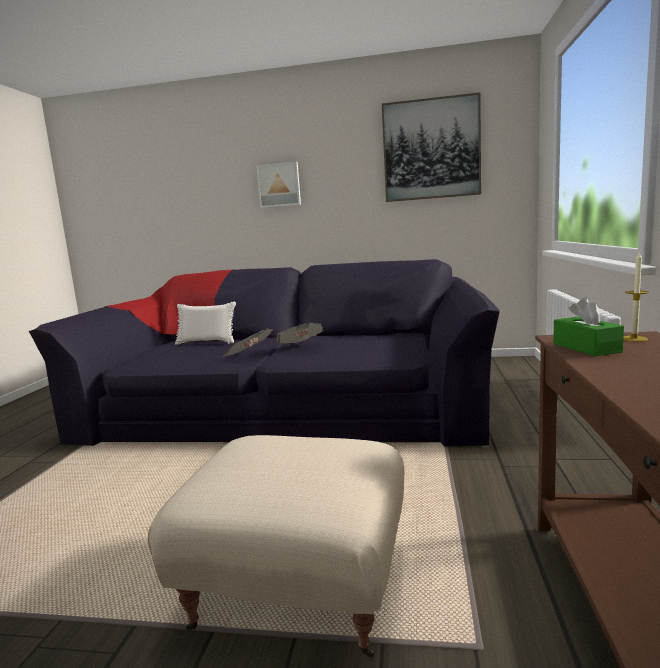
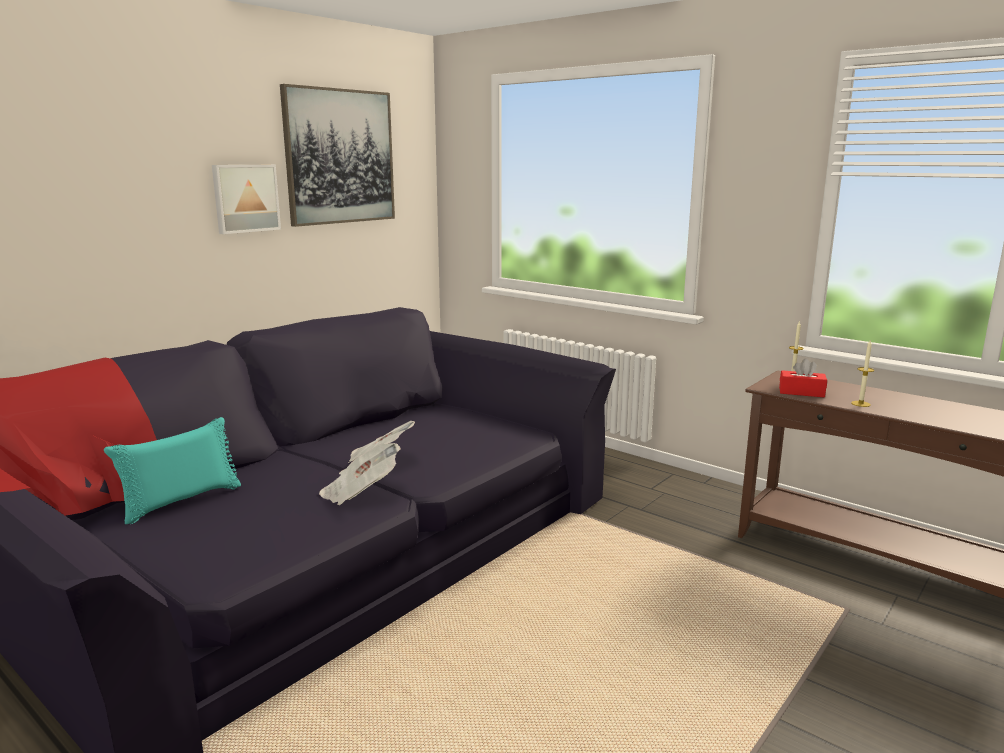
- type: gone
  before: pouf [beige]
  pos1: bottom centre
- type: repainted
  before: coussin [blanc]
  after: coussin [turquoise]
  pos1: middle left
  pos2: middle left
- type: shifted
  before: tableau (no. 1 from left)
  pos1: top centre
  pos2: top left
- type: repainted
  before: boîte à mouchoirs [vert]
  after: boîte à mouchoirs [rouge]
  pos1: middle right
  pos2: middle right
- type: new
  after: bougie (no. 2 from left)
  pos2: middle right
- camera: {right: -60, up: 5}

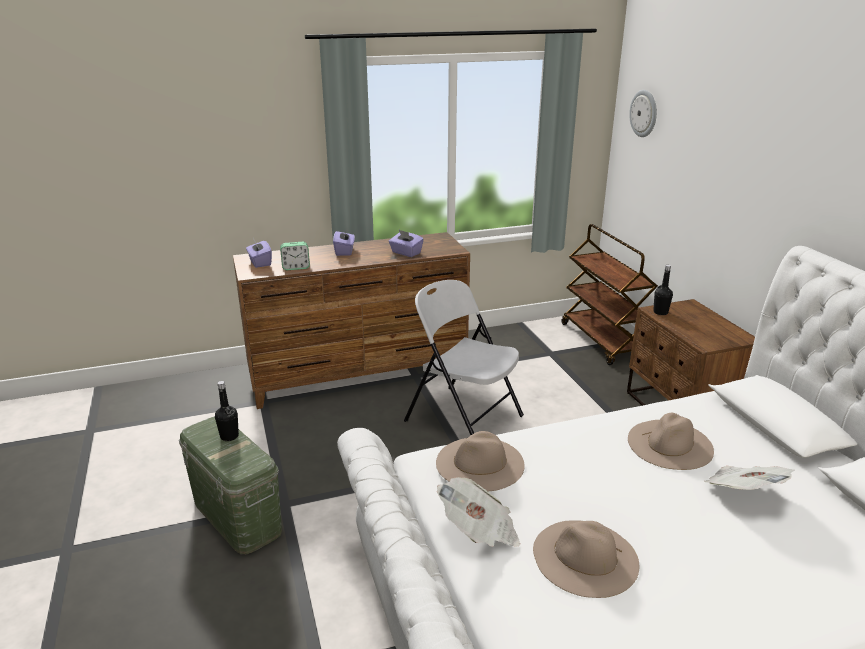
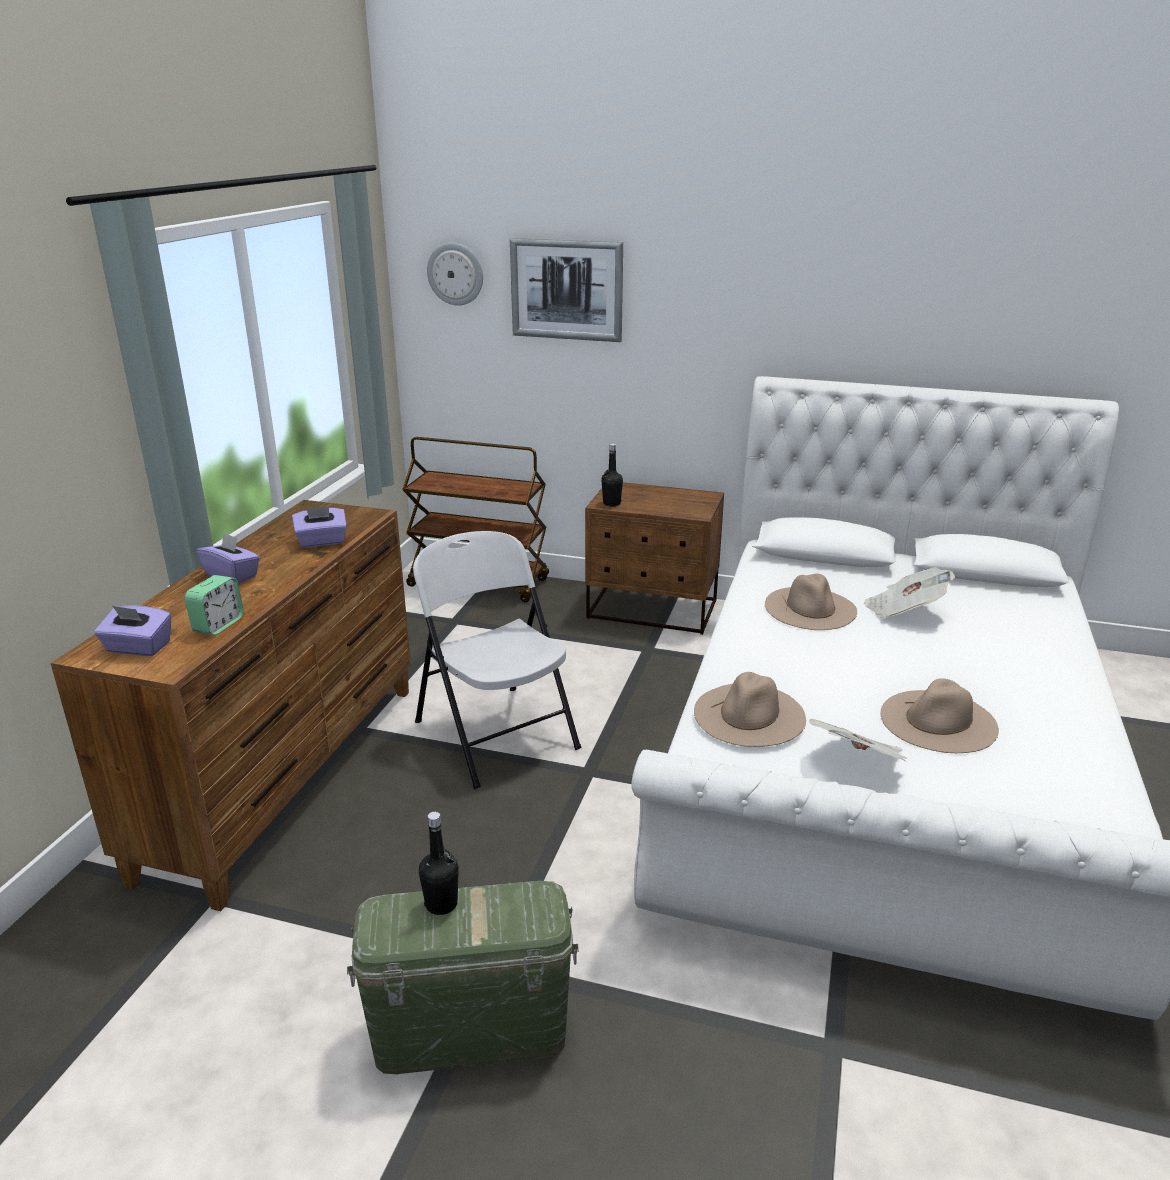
- type: rotated
  before: chaise [blanc]
  pos1: centre
  pos2: centre
  turn: 75
- type: new
  after: tableau
  pos2: top centre
- camera: {right: -55, up: 0}

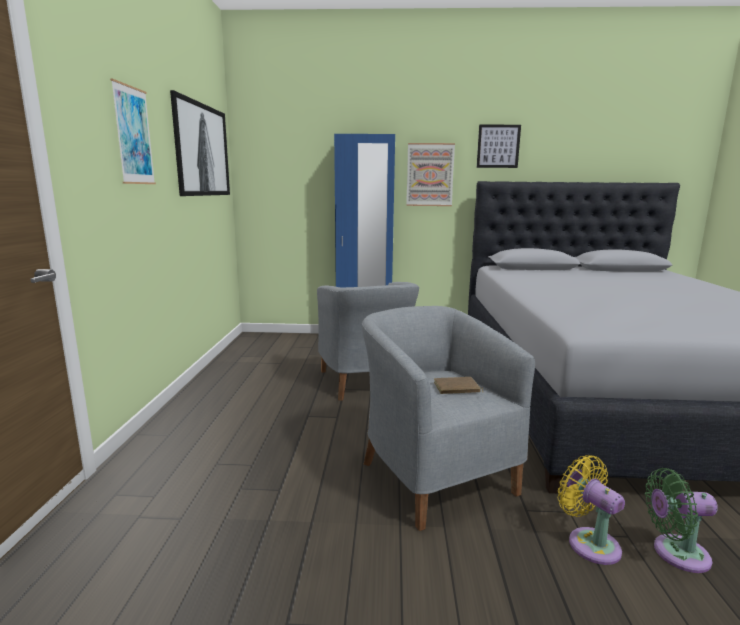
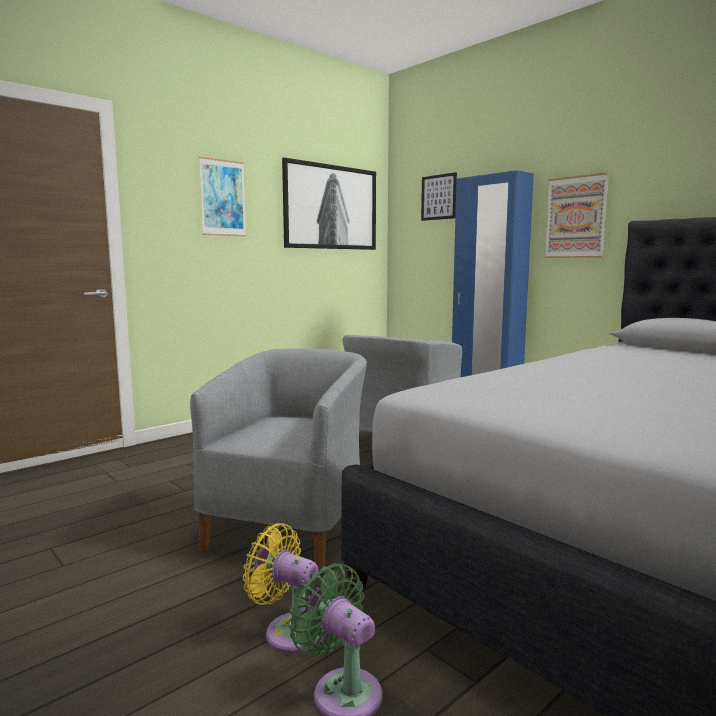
- type: gone
  before: livre [marron]
  pos1: centre
- type: shifted
  before: tableau (no. 4 from left in the first image)
  after: tableau (no. 3 from left)
  pos1: top right
  pos2: top centre
- type: rotated
  before: ventilateur [jaune]
  pos1: bottom right
  pos2: bottom centre
  turn: -75
- camera: {right: 45, up: -5}

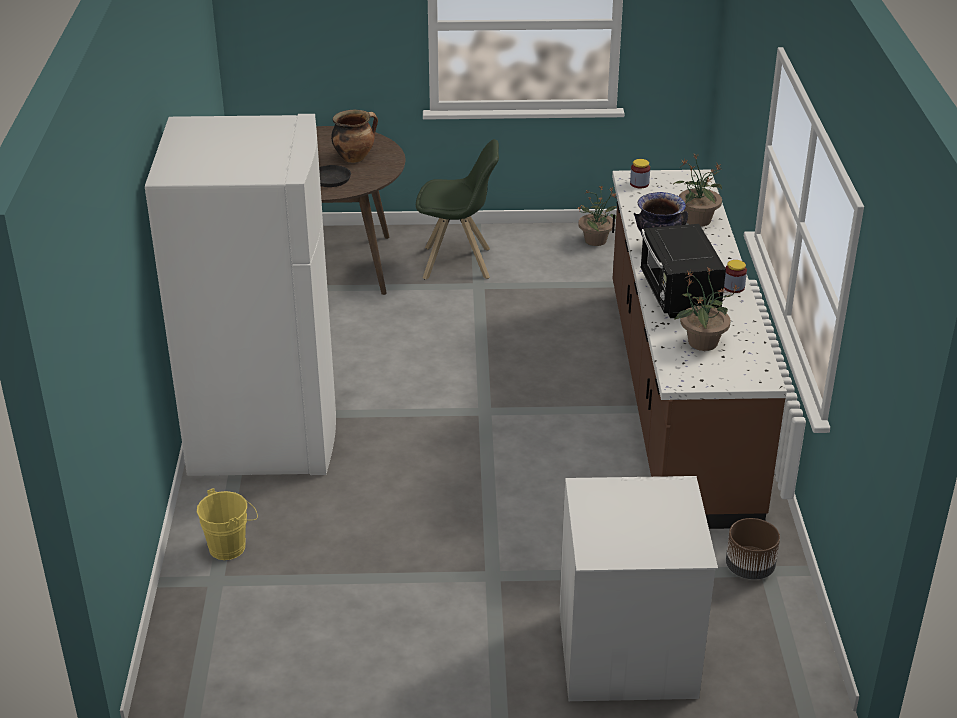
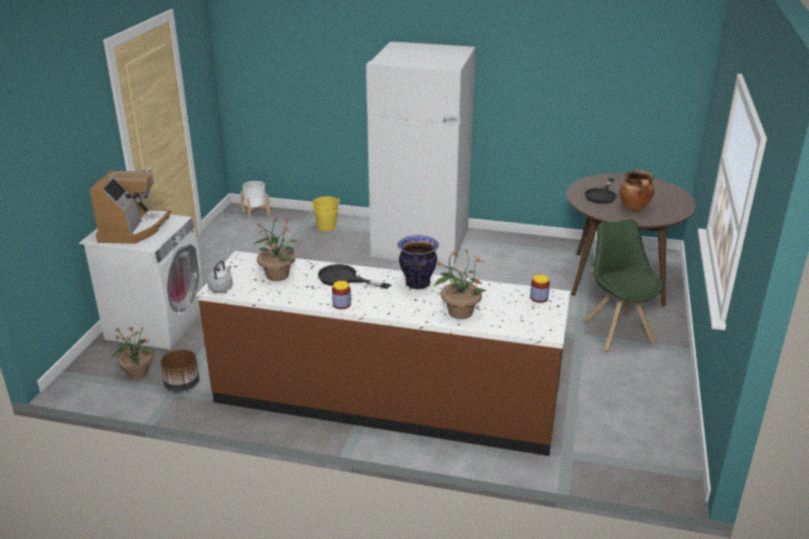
- type: rotated
  before: chaise [vert]
  pos1: top centre
  pos2: middle right
  turn: 150
- type: shifted
  before: plante en pot (no. 1 from left)
  pos1: top centre
  pos2: middle left
- type: swapped
  before: micro-ondes [noir]
  after: poêle [noir] (no. 1 from left)
  pos1: middle right
  pos2: centre
- type: new
  after: machine à café
  pos2: middle left
- type: new
  after: bouilloire [gris]
  pos2: middle left
- type: new
  after: cache-pot [blanc]
  pos2: middle left
- camera: {right: 105, up: -5}

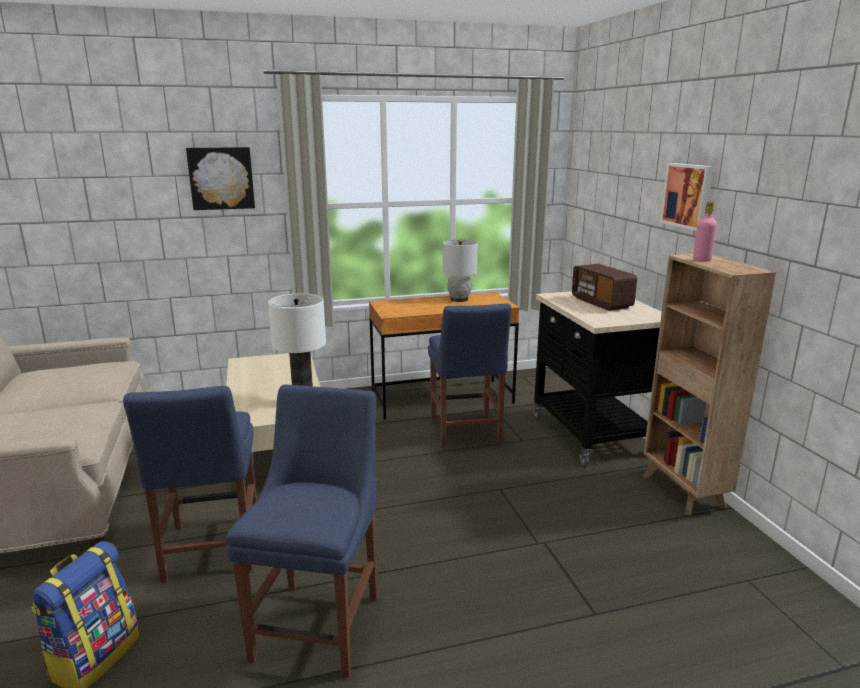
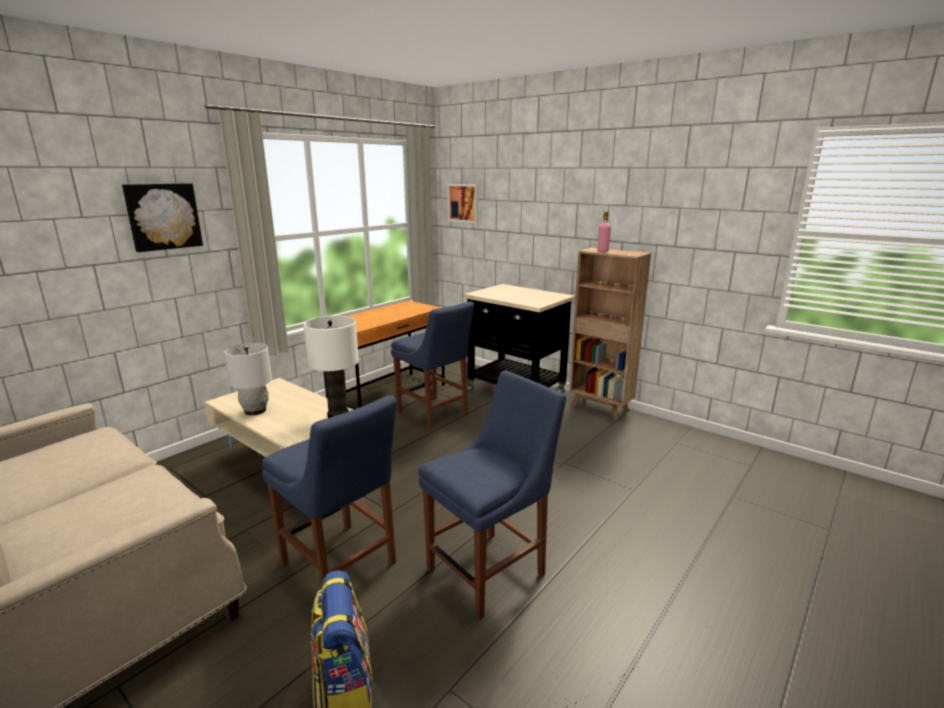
- type: rotated
  before: chaise [bleu] (no. 2 from left in the first image)
  pos1: bottom centre
  pos2: bottom centre
  turn: 75
- type: shifted
  before: lampe de table [blanc] (no. 2 from left in the first image)
  after: lampe de table [blanc] (no. 1 from left)
  pos1: centre
  pos2: middle left
- type: gone
  before: radio
  pos1: middle right
- type: shifted
  before: tableau (no. 2 from left)
  pos1: top right
  pos2: top centre
- camera: {right: -35, up: 0}

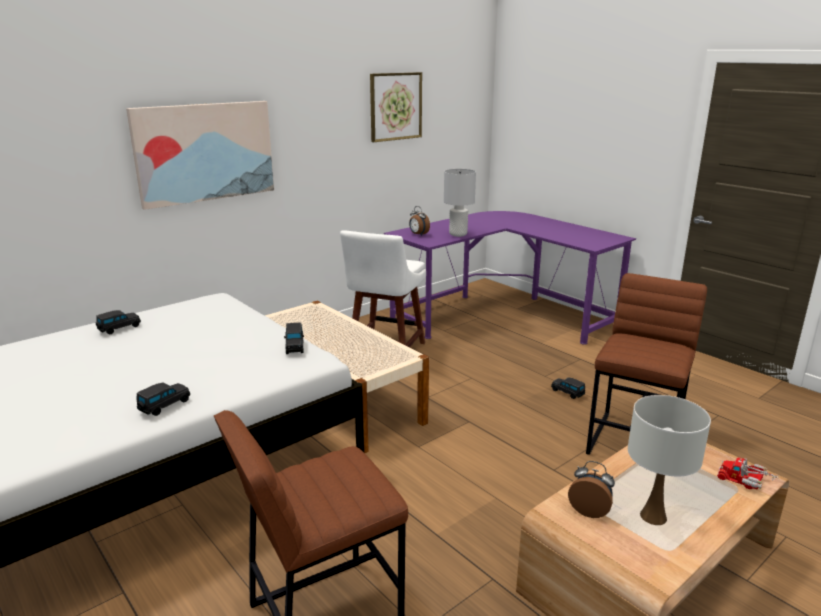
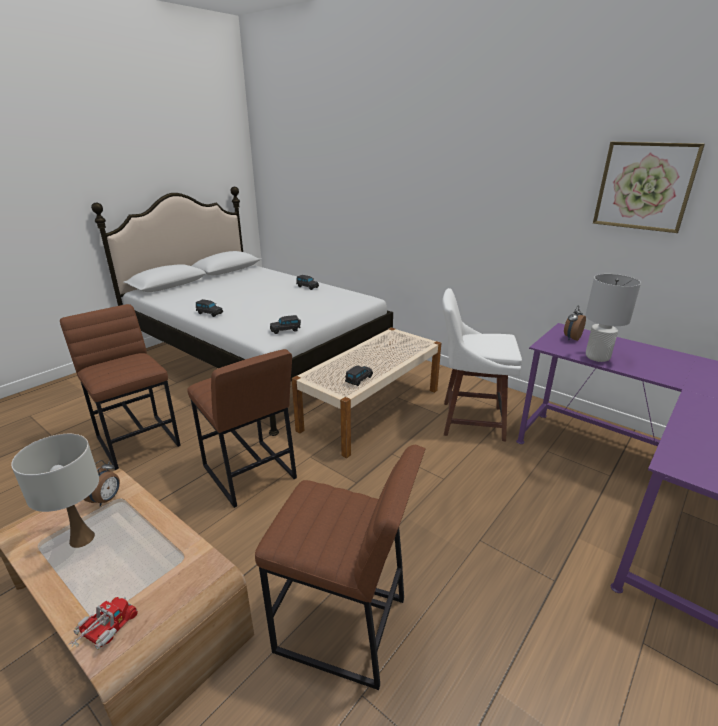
- type: gone
  before: tableau (no. 1 from left)
  pos1: top left
- type: shifted
  before: petite voiture [noir] (no. 4 from left)
  pos1: middle right
  pos2: centre
- type: new
  after: chaise [marron] (no. 2 from left)
  pos2: centre
- camera: {right: 80, up: 5}

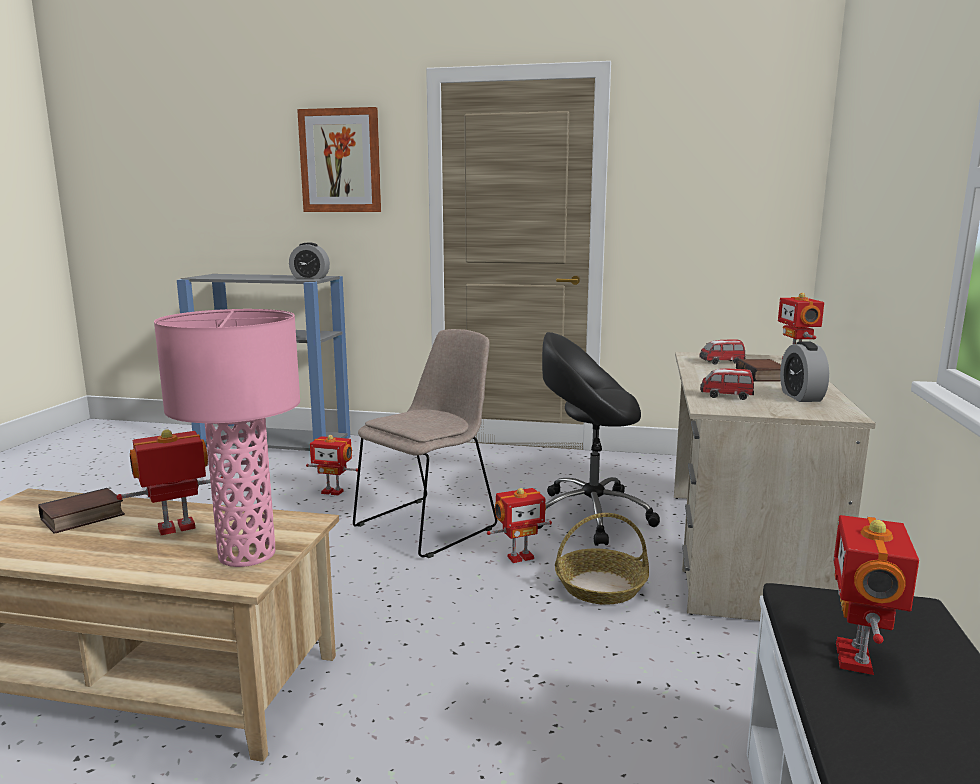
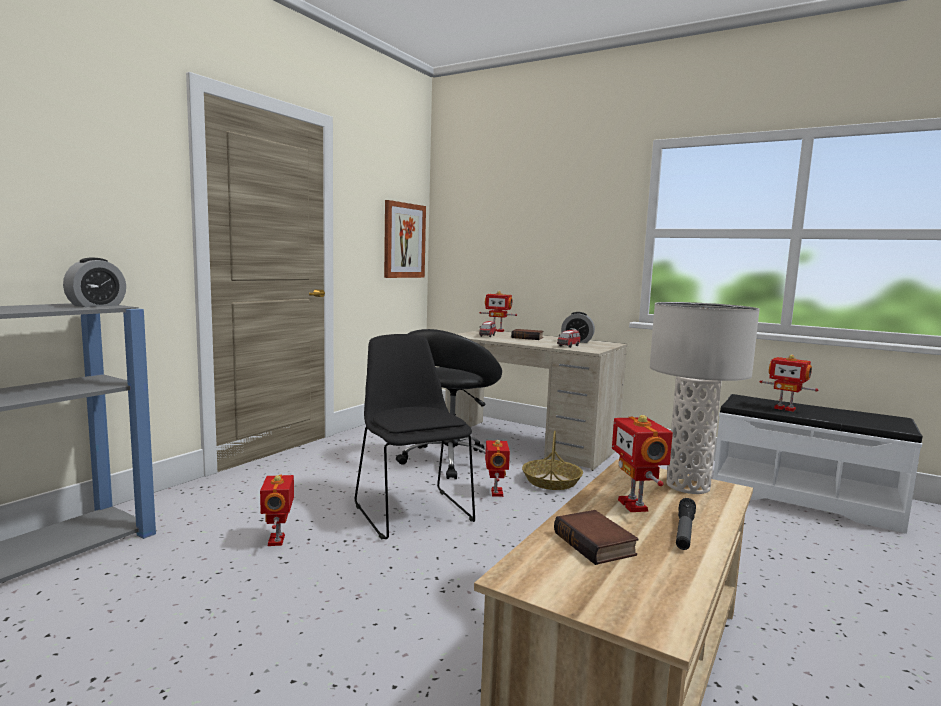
- type: repainted
  before: lampe de table [rose]
  after: lampe de table [blanc]
  pos1: middle left
  pos2: middle right
- type: shifted
  before: tableau
  pos1: top centre
  pos2: centre
- type: rotated
  before: robot jouet (no. 2 from left in the first image)
  pos1: centre
  pos2: bottom left
  turn: 135
- type: repainted
  before: chaise [beige]
  after: chaise [noir]
  pos1: centre
  pos2: centre
- type: new
  after: lampe de poche
  pos2: bottom right
- camera: {right: -70, up: -5}

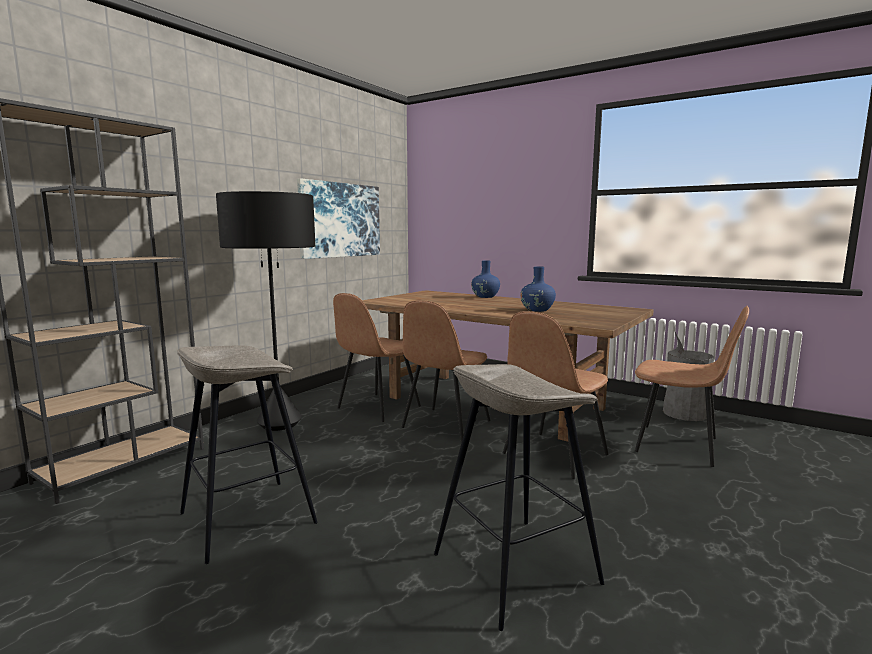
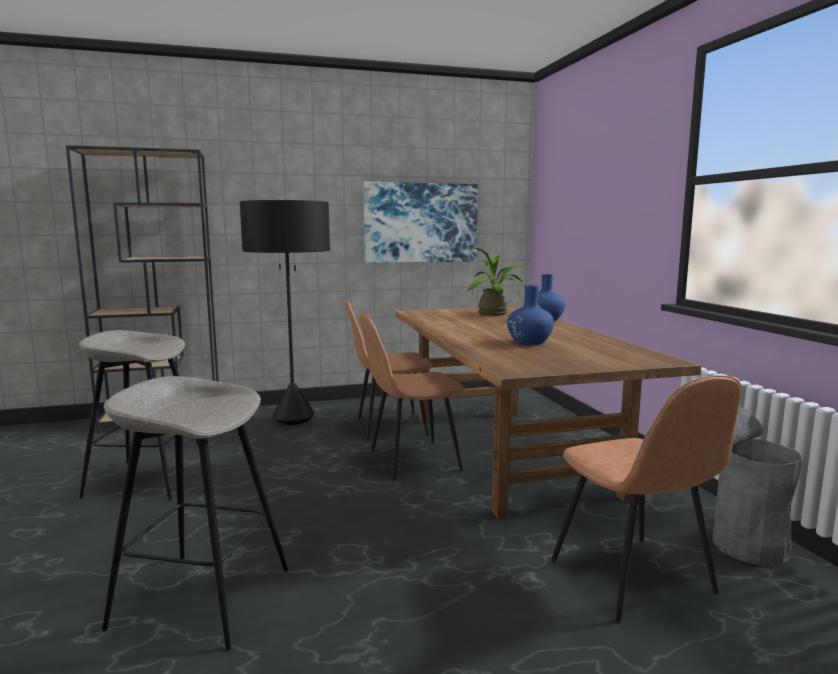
- type: gone
  before: chaise [marron] (no. 3 from left)
  pos1: centre
- type: new
  after: plante en pot
  pos2: centre
- camera: {right: 40, up: 0}

